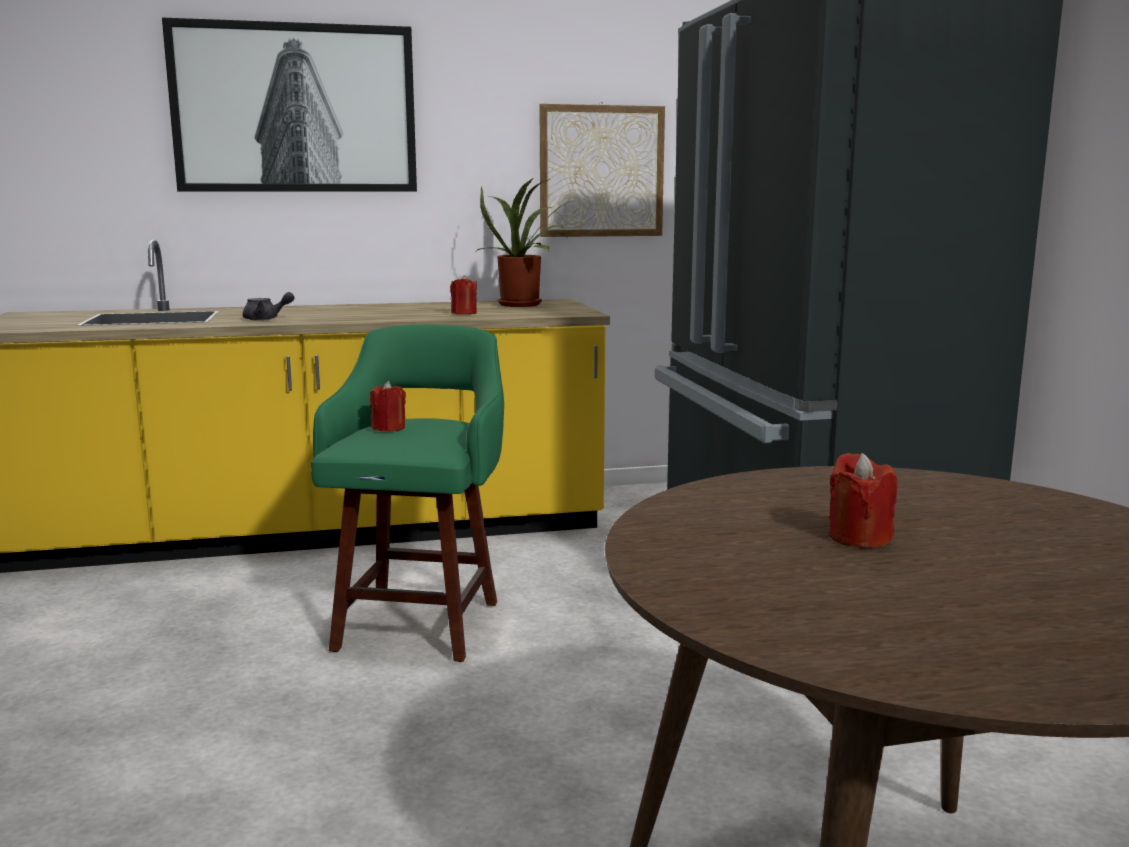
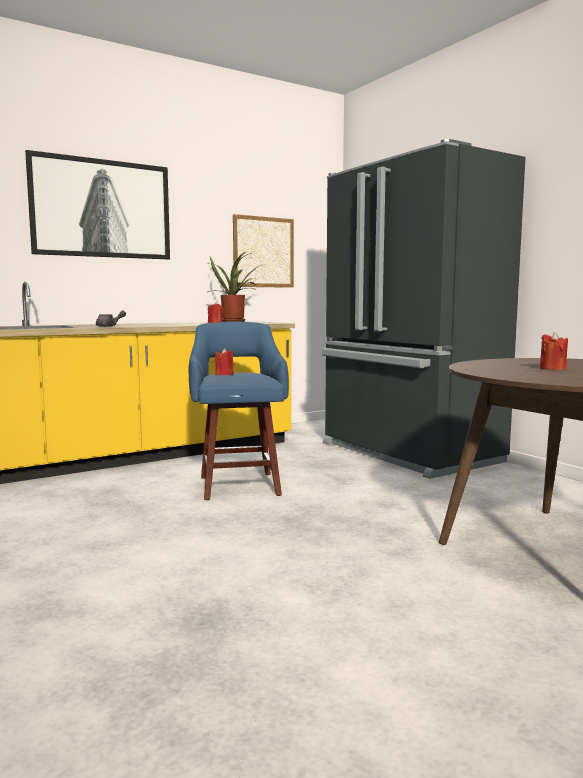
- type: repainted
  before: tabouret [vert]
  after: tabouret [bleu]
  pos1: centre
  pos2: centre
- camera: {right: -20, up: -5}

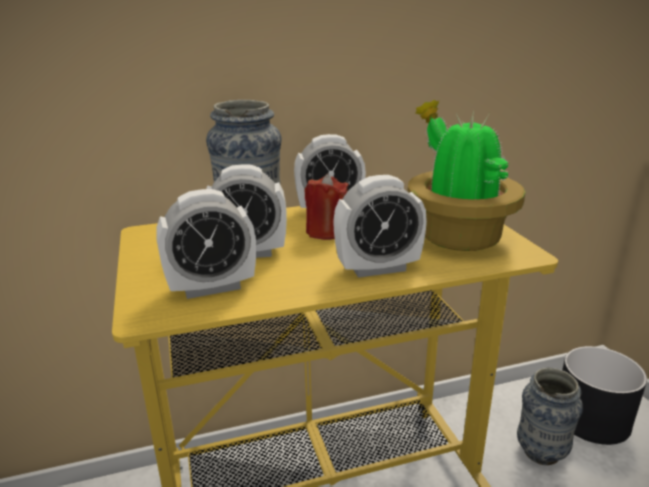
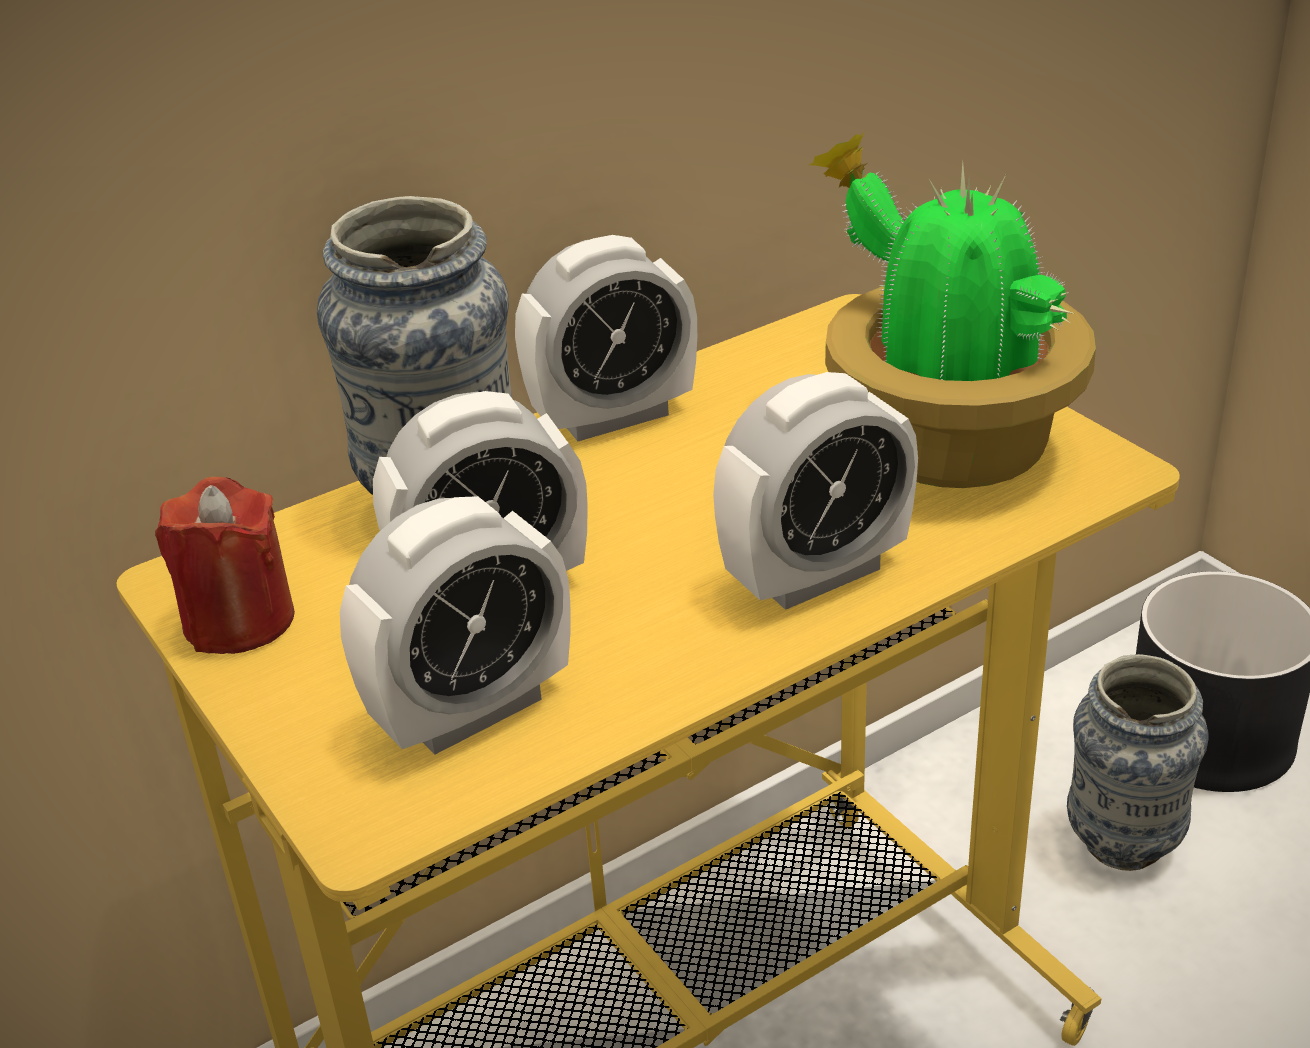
- type: shifted
  before: bougie [rouge]
  pos1: centre
  pos2: middle left
- camera: {right: -15, up: 10}

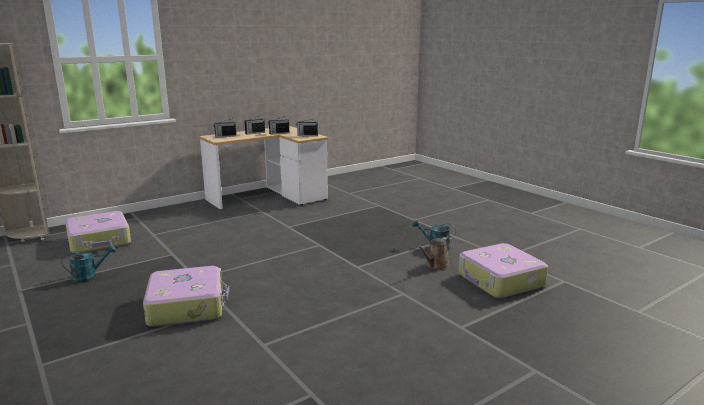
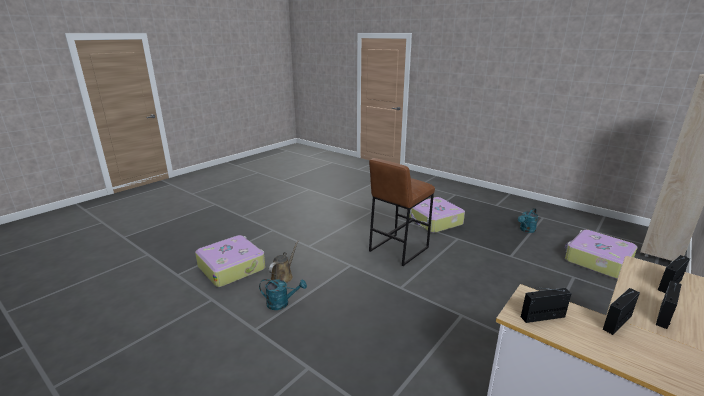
- type: new
  after: tabouret [marron]
  pos2: centre
- camera: {right: 165, up: 5}

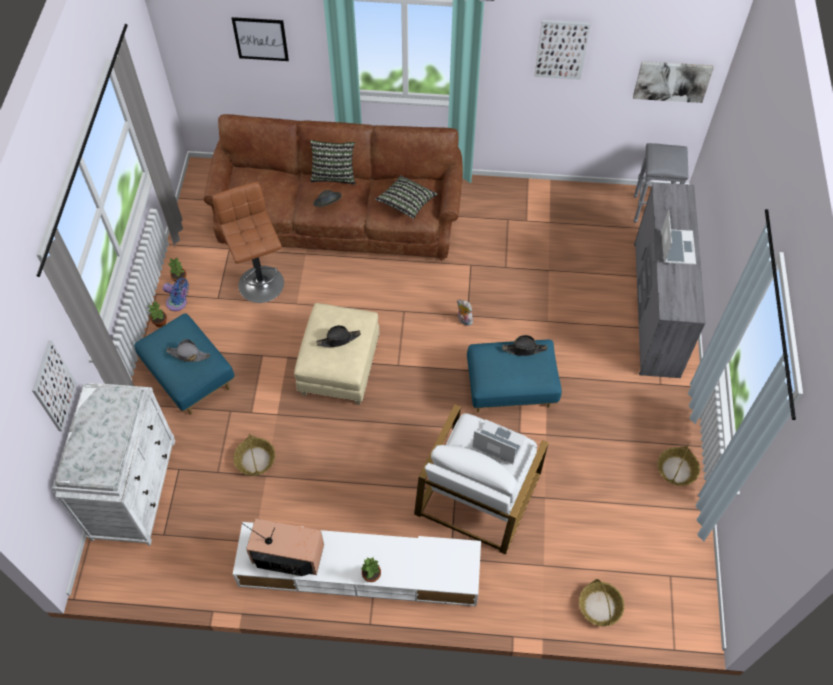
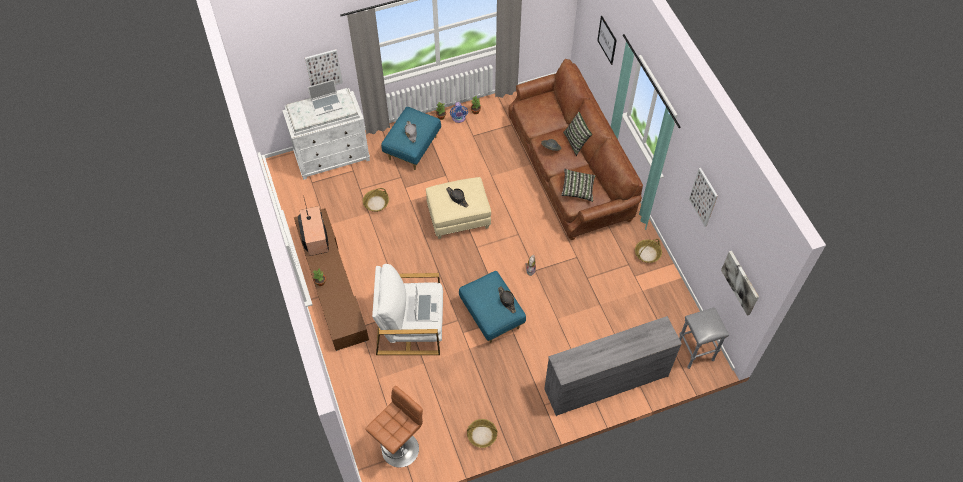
- type: shifted
  before: tabouret [marron]
  pos1: middle left
  pos2: bottom centre
- type: repainted
  before: meuble télé [blanc]
  after: meuble télé [marron]
  pos1: bottom centre
  pos2: centre
- type: shifted
  before: panier (no. 2 from left in the first image)
  after: panier (no. 3 from left)
  pos1: bottom right
  pos2: middle right
- type: shifted
  before: ordinateur portable (no. 2 from left in the first image)
  after: ordinateur portable (no. 1 from left)
  pos1: middle right
  pos2: top centre
- camera: {right: 65, up: 0}

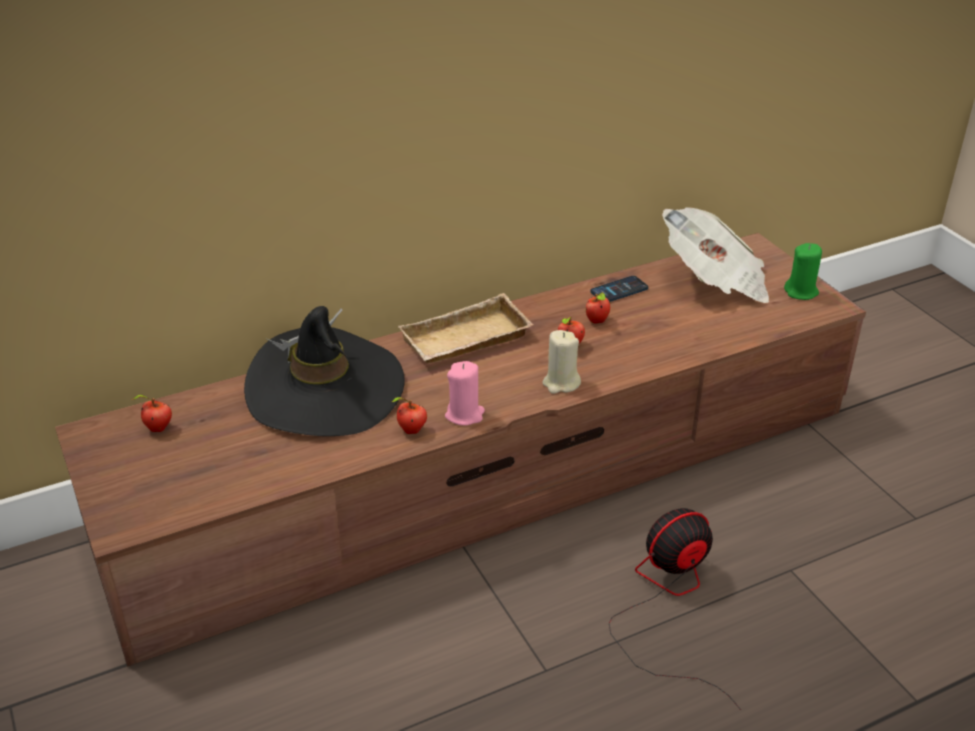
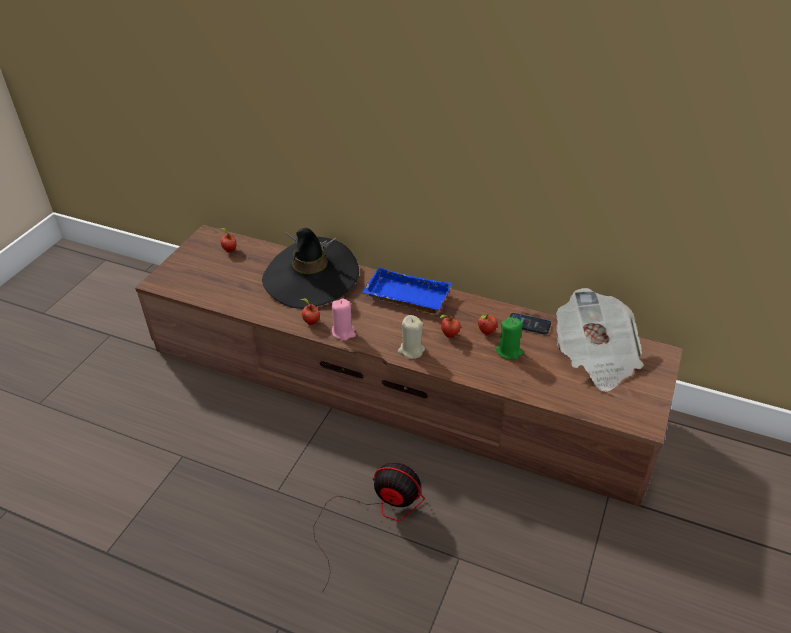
- type: repainted
  before: plateau [beige]
  after: plateau [bleu]
  pos1: centre
  pos2: centre
- type: shifted
  before: bougie [vert]
  pos1: middle right
  pos2: centre
- camera: {right: 50, up: 5}

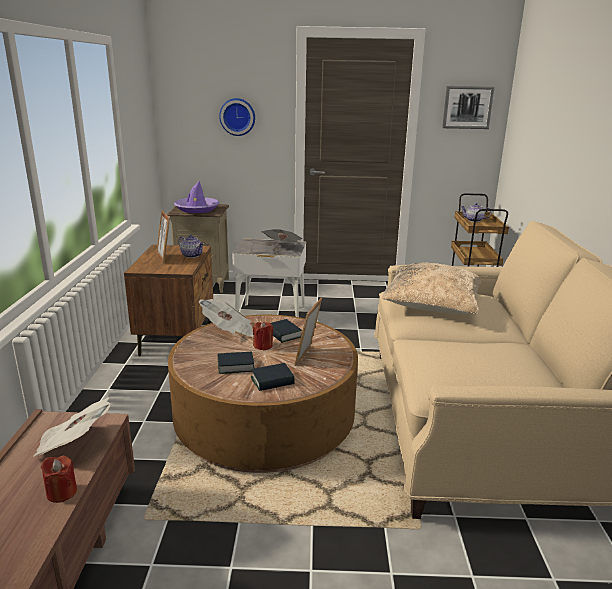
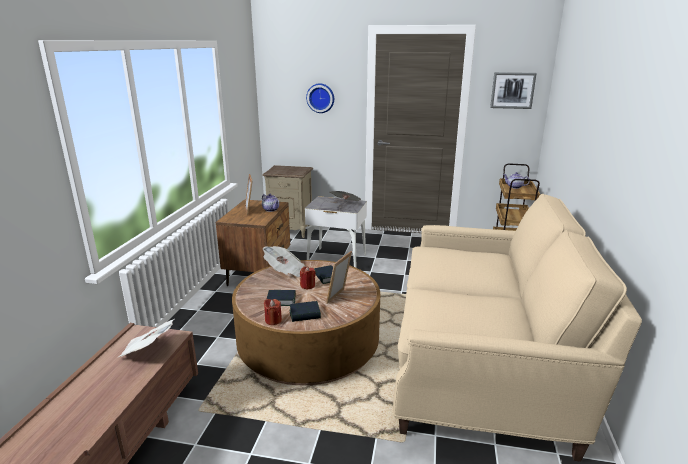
- type: shifted
  before: bougie [rouge] (no. 1 from left)
  pos1: bottom left
  pos2: bottom centre
- type: gone
  before: chapeau [violet]
  pos1: middle left
- type: gone
  before: coussin [beige]
  pos1: middle right
- camera: {right: 10, up: 0}

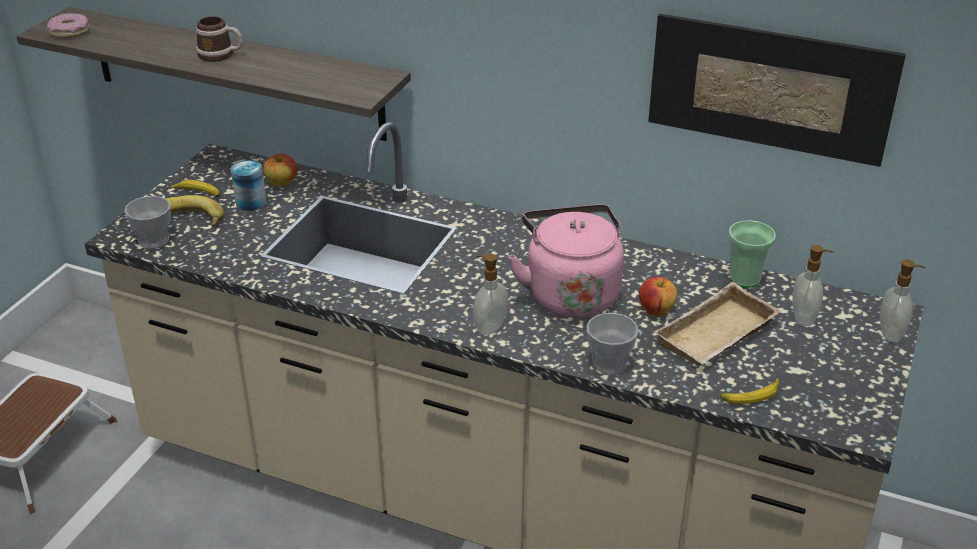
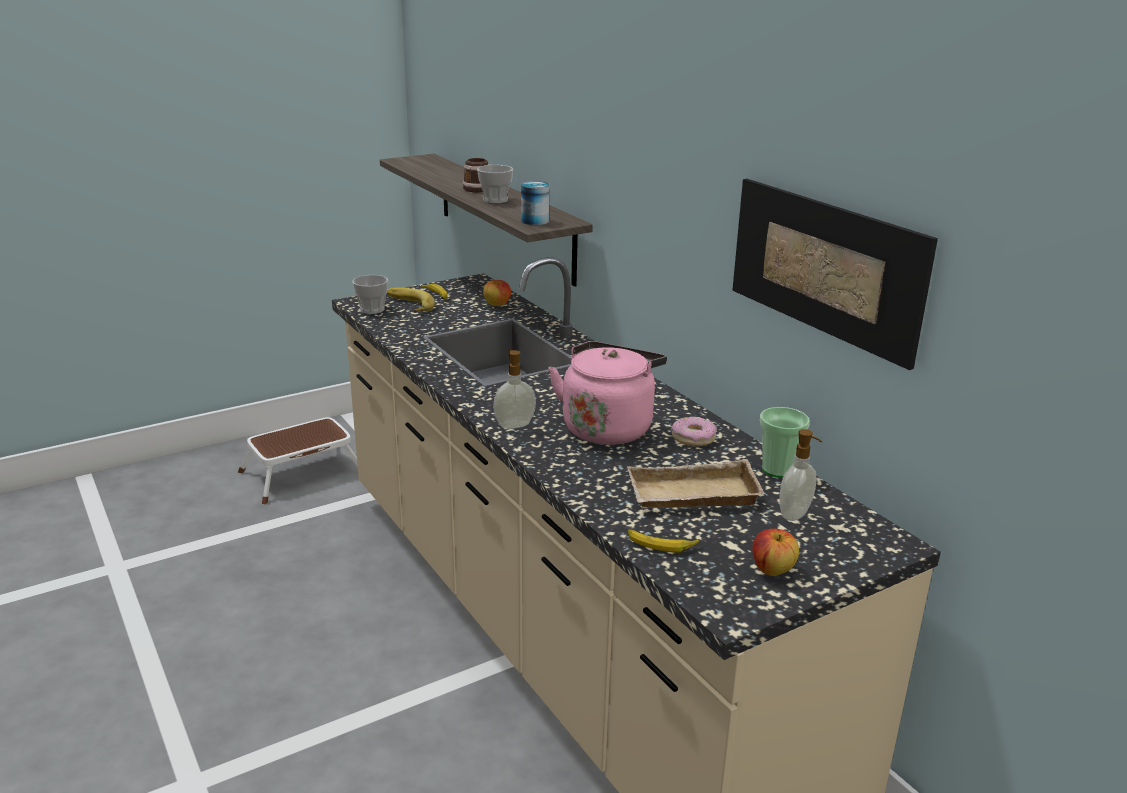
- type: shifted
  before: beignet
  pos1: top left
  pos2: centre
- type: shifted
  before: boîte métallique
  pos1: middle left
  pos2: top centre
- type: shifted
  before: tasse (no. 2 from left)
  pos1: centre
  pos2: top centre
- type: shifted
  before: pomme (no. 2 from left)
  pos1: middle right
  pos2: bottom right
- type: gone
  before: distributeur de savon (no. 3 from left)
  pos1: middle right
- camera: {right: 35, up: -10}

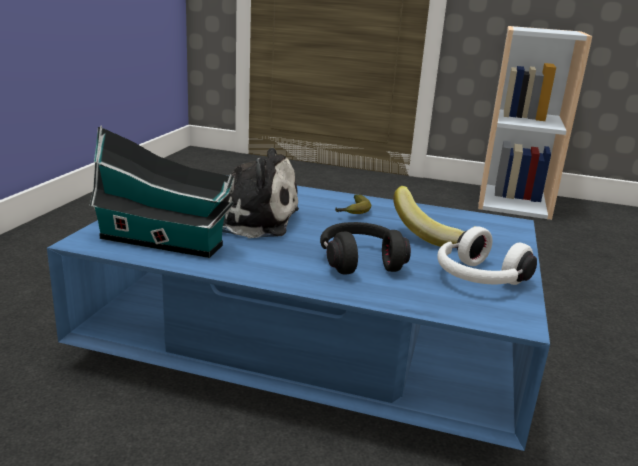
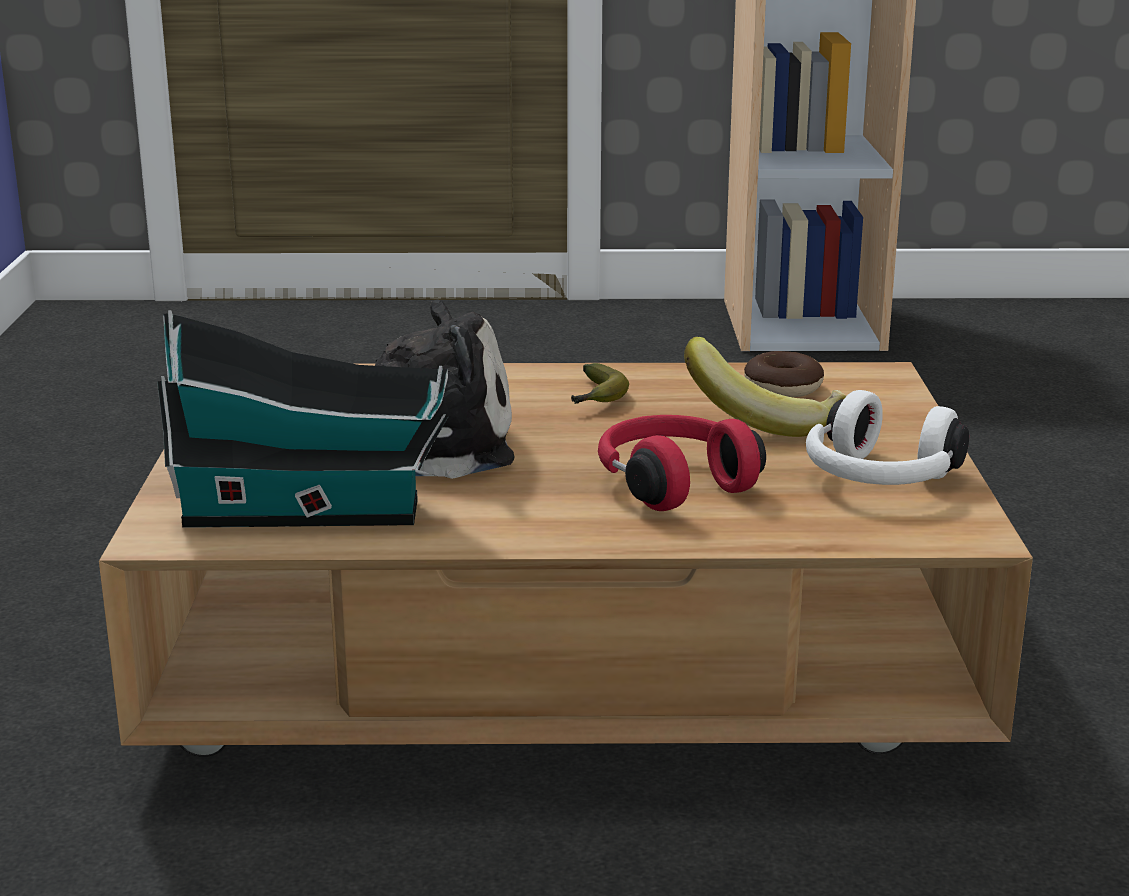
- type: repainted
  before: table basse [bleu]
  after: table basse [marron]
  pos1: bottom centre
  pos2: centre
- type: repainted
  before: casque audio [noir]
  after: casque audio [rouge]
  pos1: centre
  pos2: centre
- type: new
  after: beignet
  pos2: middle right
- camera: {right: -15, up: 0}

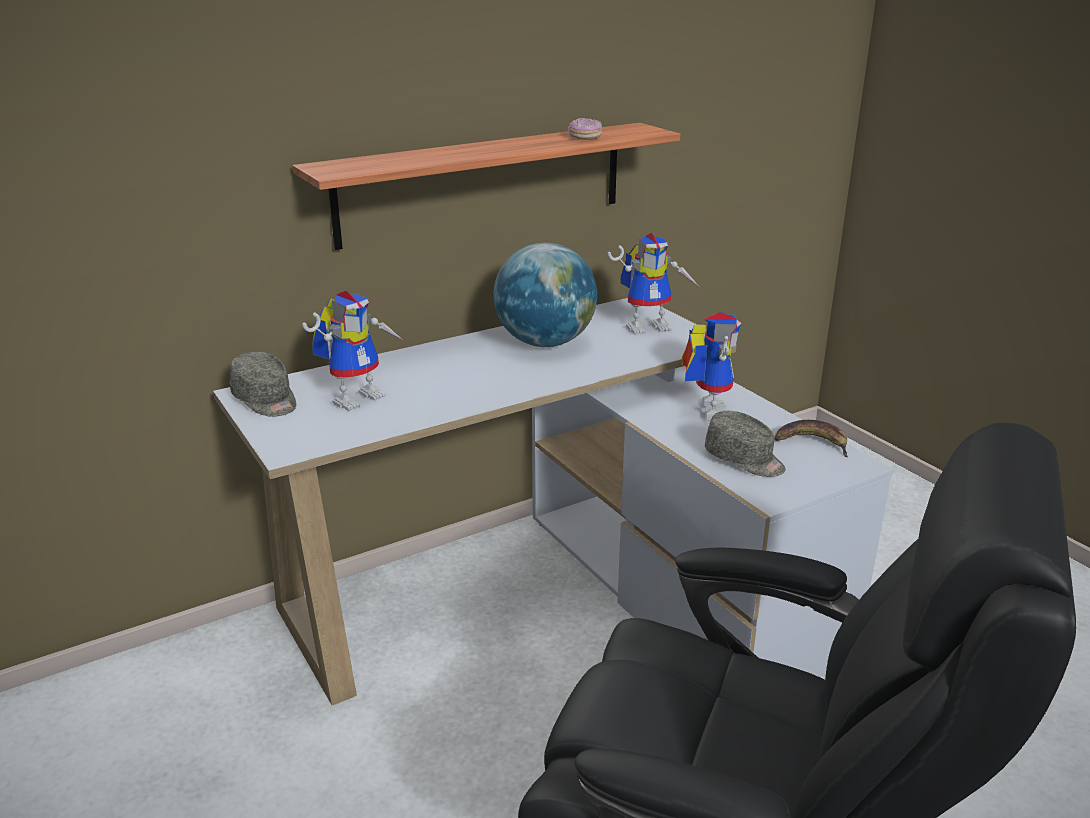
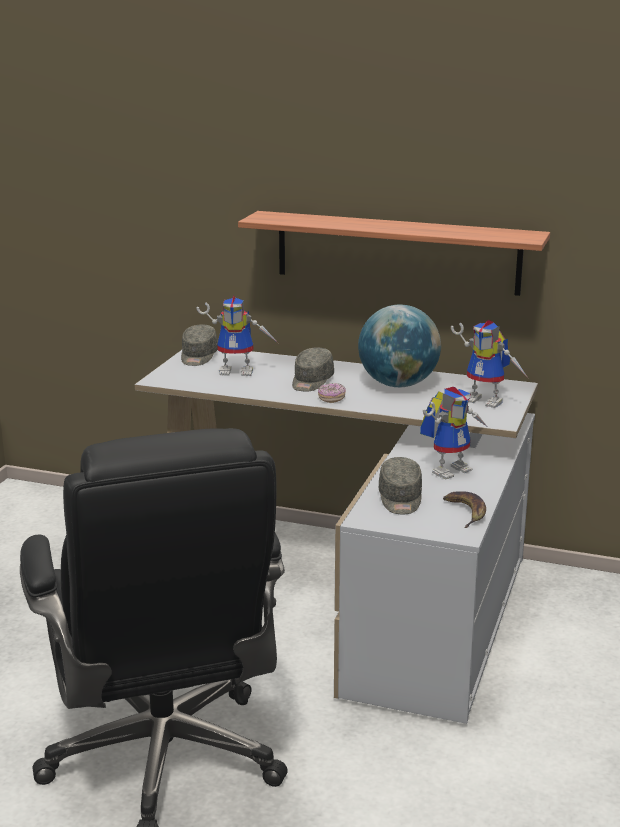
- type: shifted
  before: beignet
  pos1: top centre
  pos2: centre
- type: new
  after: casquette [gris] (no. 2 from left)
  pos2: centre
- camera: {right: 50, up: -5}

